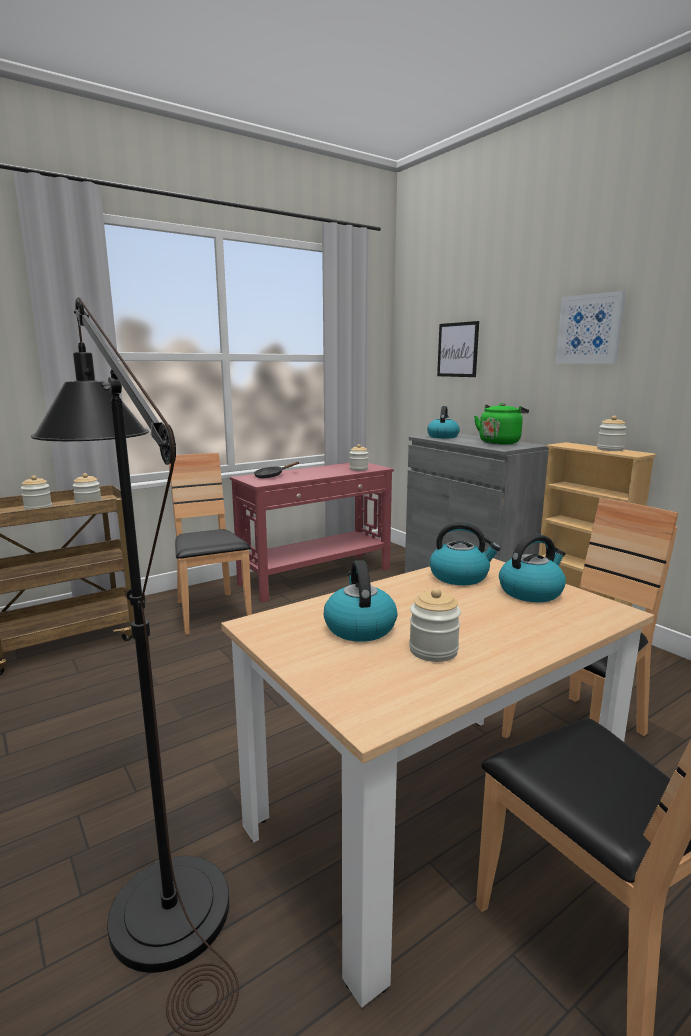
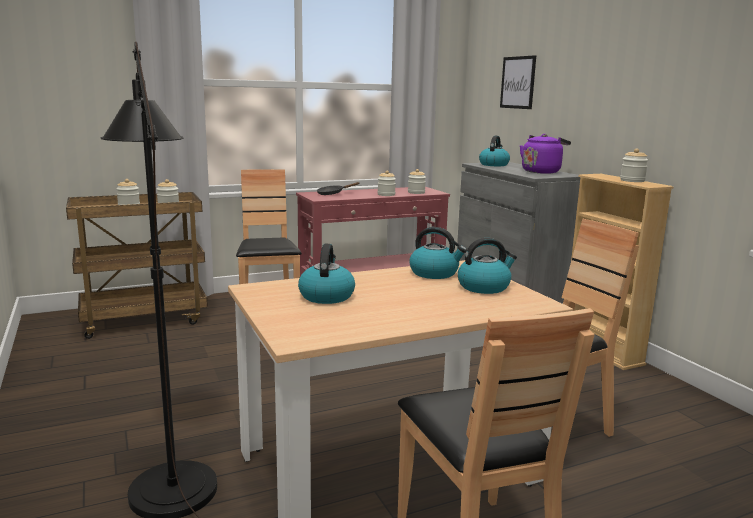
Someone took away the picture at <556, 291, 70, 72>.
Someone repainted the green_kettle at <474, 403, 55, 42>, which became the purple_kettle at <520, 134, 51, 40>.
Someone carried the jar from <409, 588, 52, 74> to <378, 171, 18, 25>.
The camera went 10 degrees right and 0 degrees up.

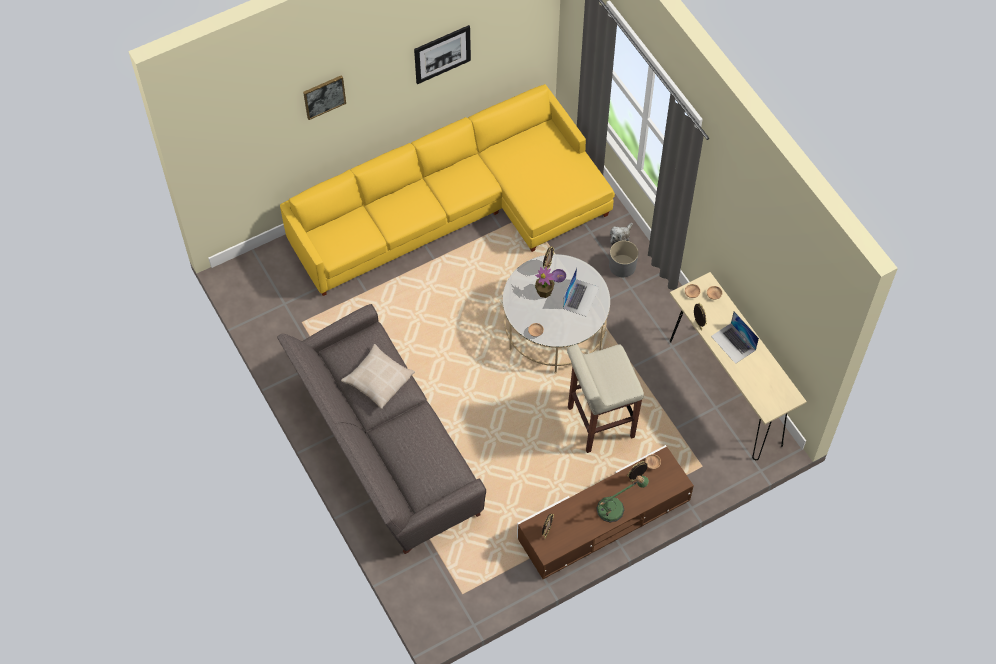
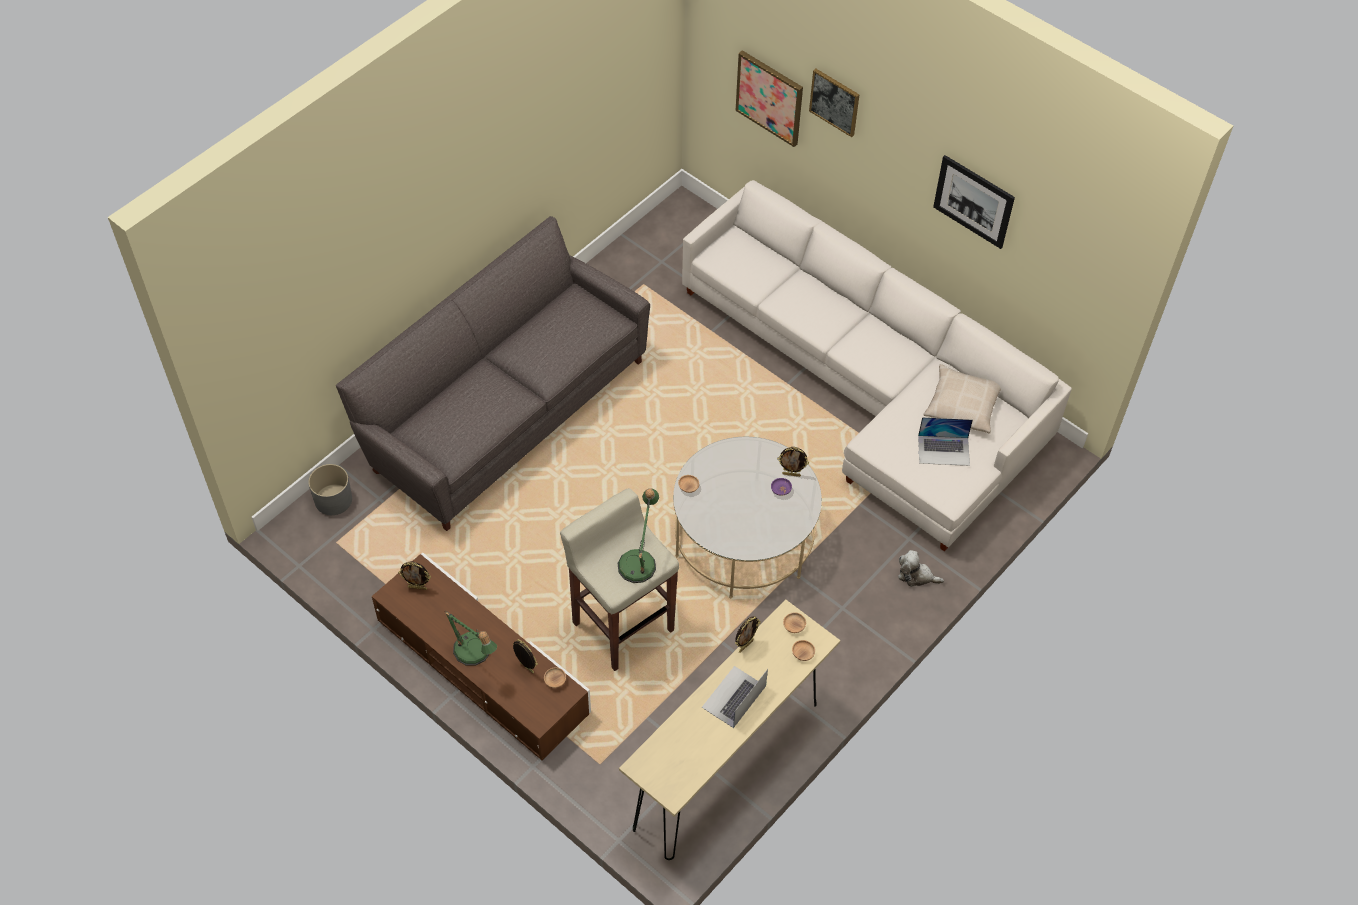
Someone repainted the yellow_sofa at <280, 84, 335, 212>, which became the white_sofa at <682, 180, 390, 372>.
Someone carried the grey_planter from <609, 240, 29, 37> to <308, 464, 44, 51>.
Someone took away the potted_plant at <535, 267, 20, 31>.
Someone carried the laptop from <563, 267, 36, 50> to <918, 417, 55, 49>.
Someone carried the beige_pillow from <341, 344, 74, 65> to <924, 364, 77, 70>.
Someone put up the picture at <735, 50, 68, 97>.
Someone put down the table_lamp at <618, 489, 41, 94>.
The camera went 70 degrees right and 5 degrees down.

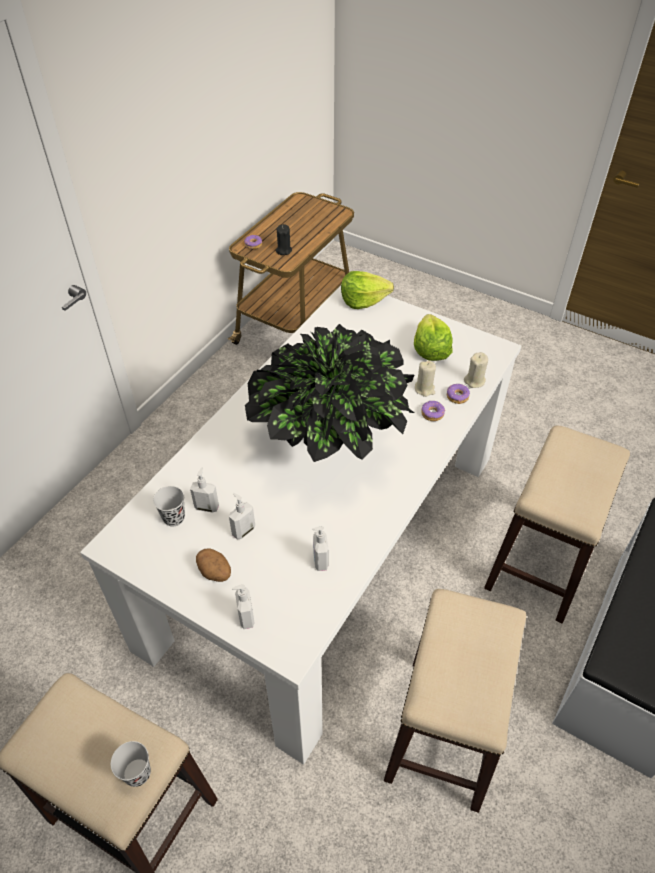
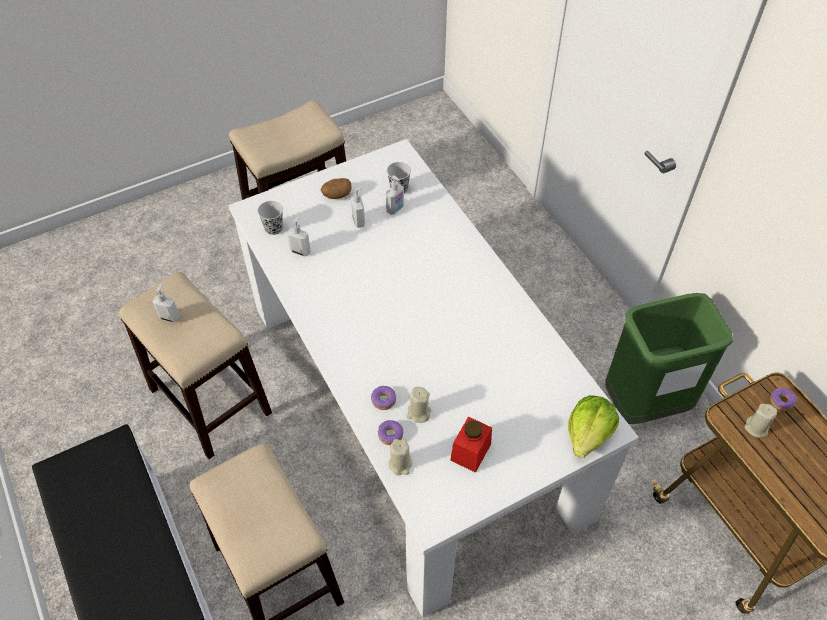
Someone repainted the black_candle at <276, 224, 16, 31>, which became the beige_candle at <744, 404, 33, 34>.
Someone swapped the lettuce at <414, 314, 39, 47> for the red_jar at <450, 416, 42, 57>.
Someone took away the potted_plant at <245, 324, 169, 138>.
Someone carried the soap_dispenser from <232, 584, 23, 45> to <152, 284, 28, 39>.
Someone carried the black_cup from <111, 741, 40, 46> to <258, 201, 25, 34>.
Someone put down the green_trash_can at <605, 293, 128, 131>.
The camera went 120 degrees right and 5 degrees up.

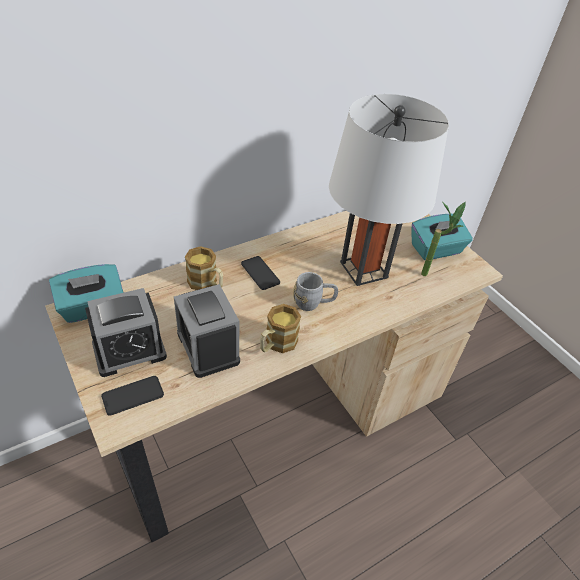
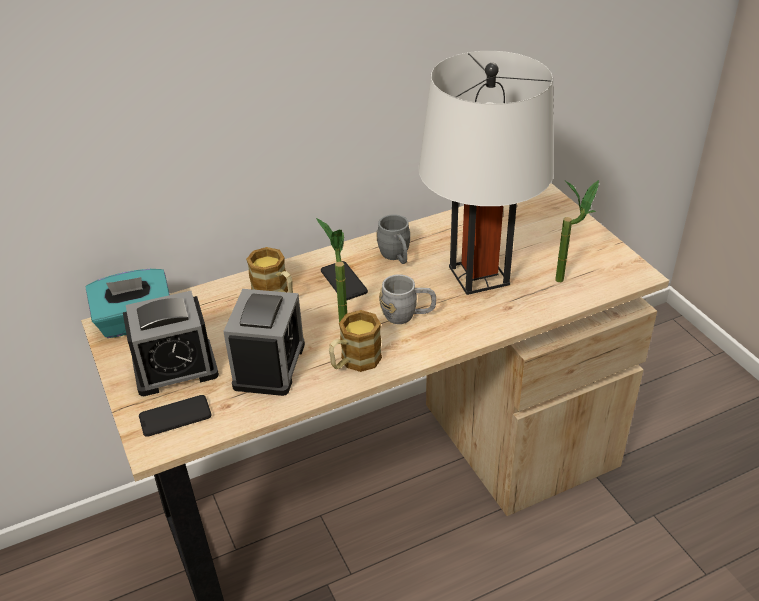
Someone took away the turquoise_tissue_box at <412, 214, 61, 46>.
Someone rotated the alarm_clock at <174, 284, 66, 94> by 150 degrees counterclockwise.
Someone put down the grey_mug at <376, 214, 34, 50>.
Someone put down the potted_plant at <316, 218, 31, 104>.
The camera went 10 degrees right and 5 degrees down.

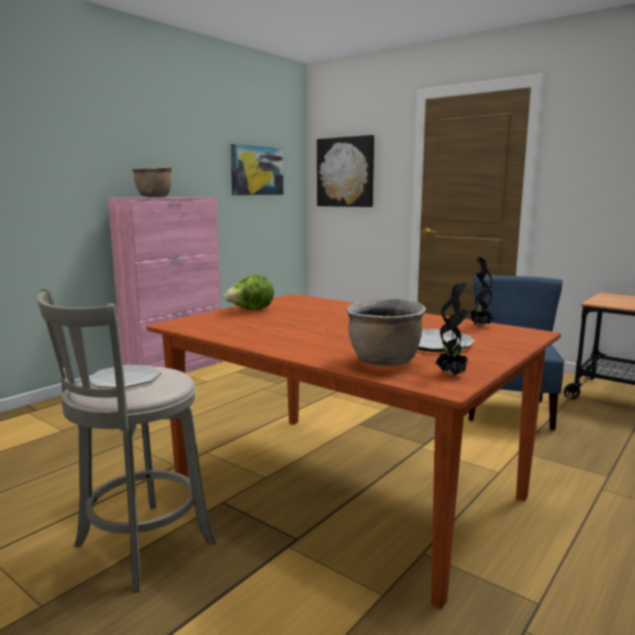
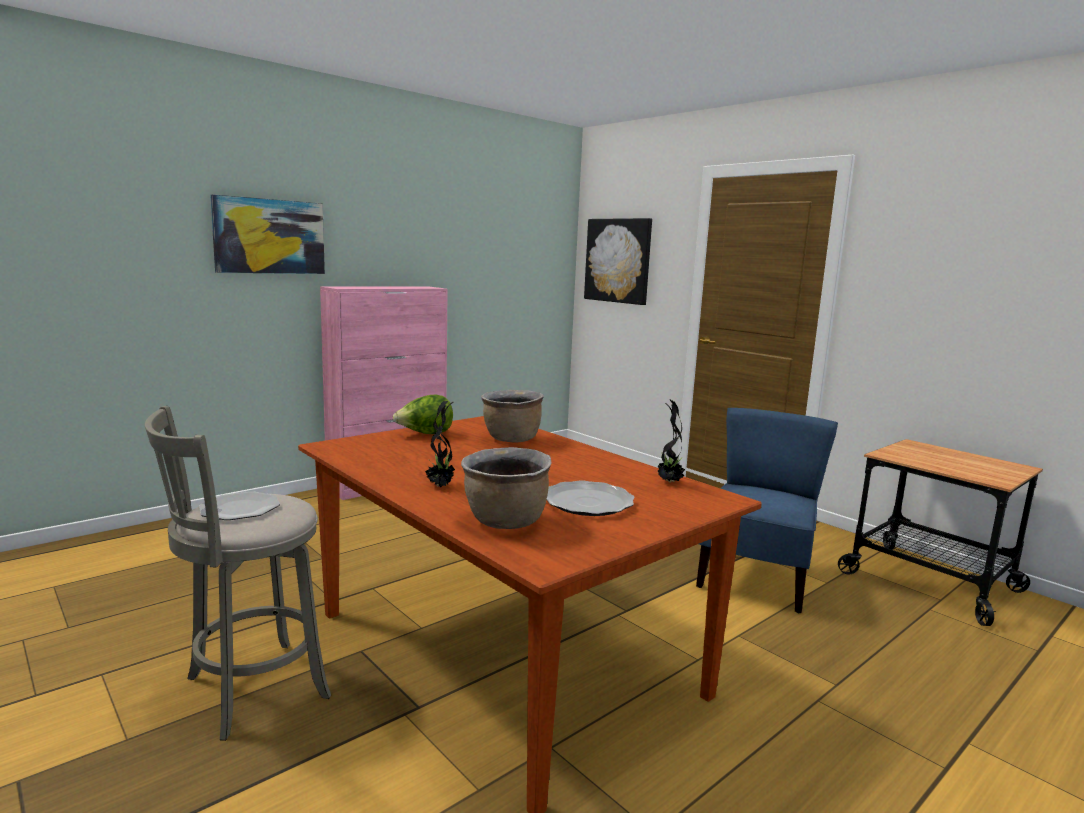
Someone carried the picture from <230, 144, 53, 51> to <210, 194, 115, 80>.
Someone carried the brown_cooking_pot from <132, 167, 40, 30> to <481, 390, 63, 52>.
Someone carried the potted_plant from <435, 282, 36, 94> to <425, 401, 30, 87>.
The camera went 10 degrees right and 0 degrees up.

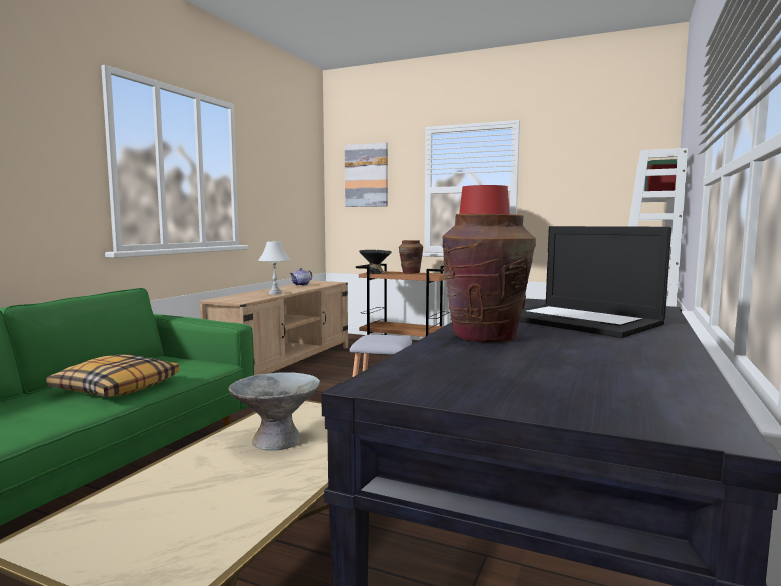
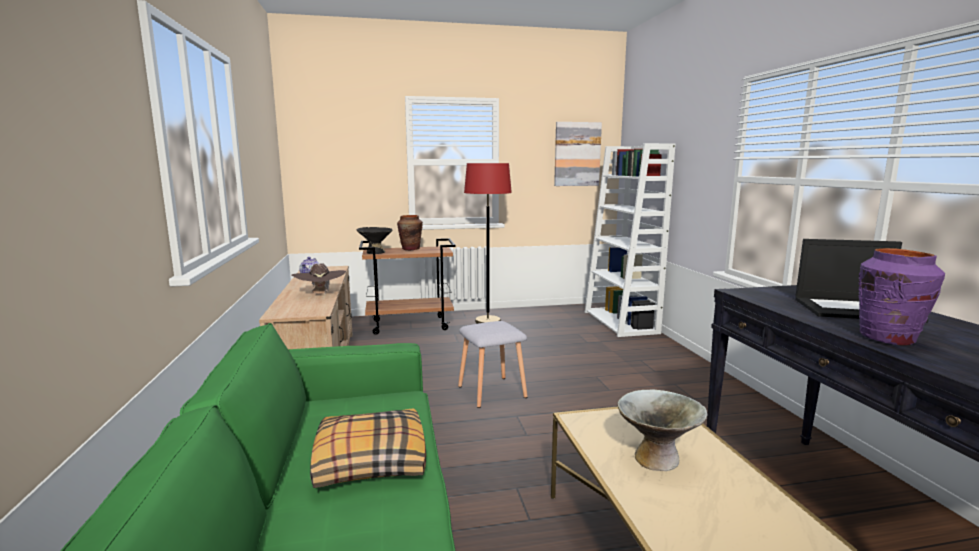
Someone carried the picture from <345, 142, 43, 65> to <554, 122, 48, 64>.
Someone repainted the brown_vase at <442, 214, 94, 129>, which became the purple_vase at <858, 248, 87, 98>.
Someone swapped the white_table_lamp at <258, 241, 32, 54> for the brown_hat at <292, 263, 54, 31>.
The camera went 35 degrees left and 5 degrees up.

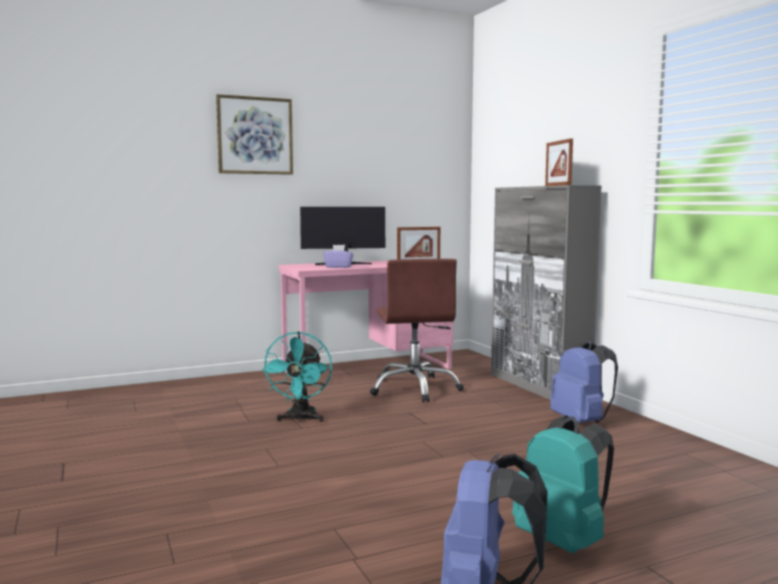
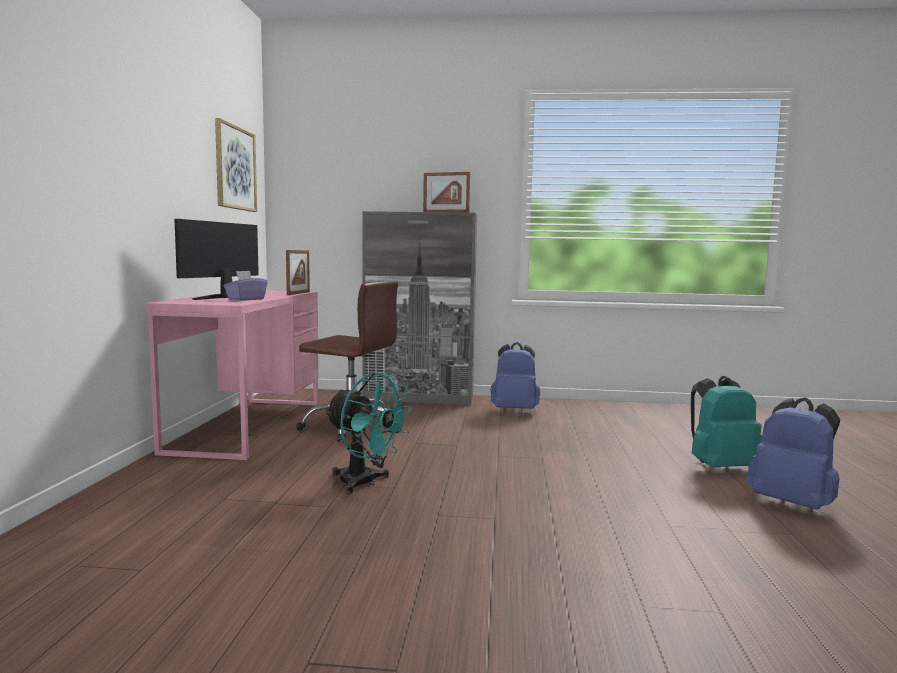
Someone carried the picture from <216, 94, 77, 81> to <215, 118, 42, 94>.
The camera went 60 degrees left and 0 degrees up.

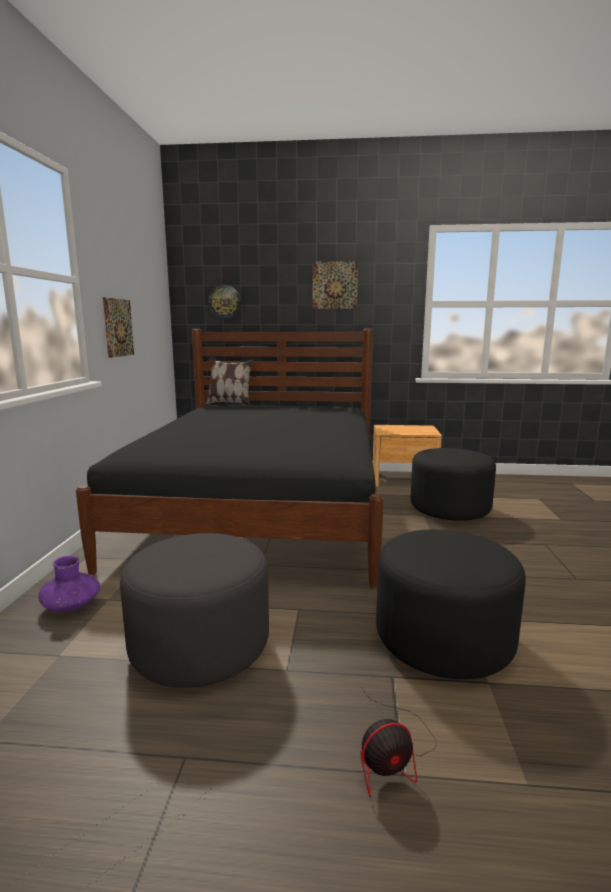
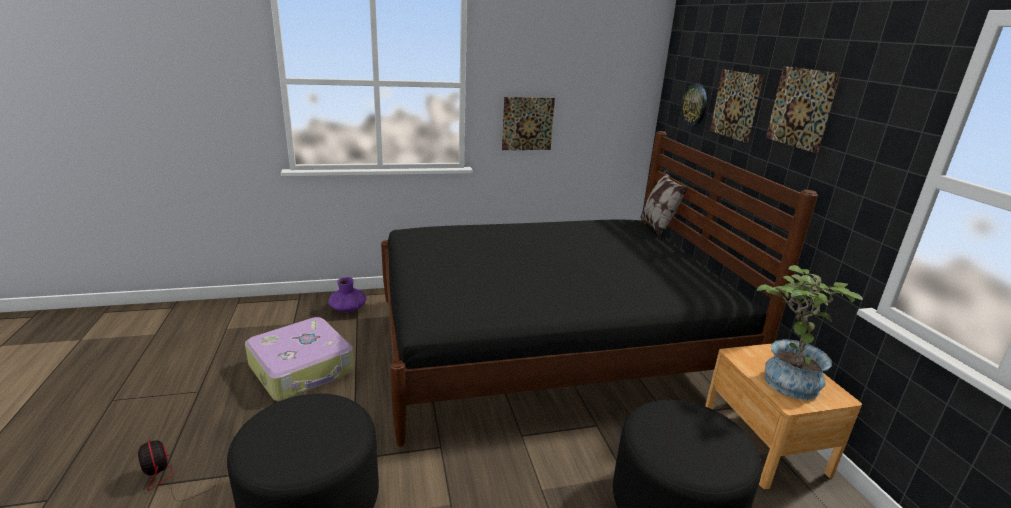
Someone swapped the grey_ottoman at <120, 533, 149, 155> for the suitcase at <245, 317, 110, 84>.
Someone put up the picture at <710, 69, 53, 74>.
Someone put down the potted_plant at <757, 265, 106, 135>.
The camera went 70 degrees right and 10 degrees up.

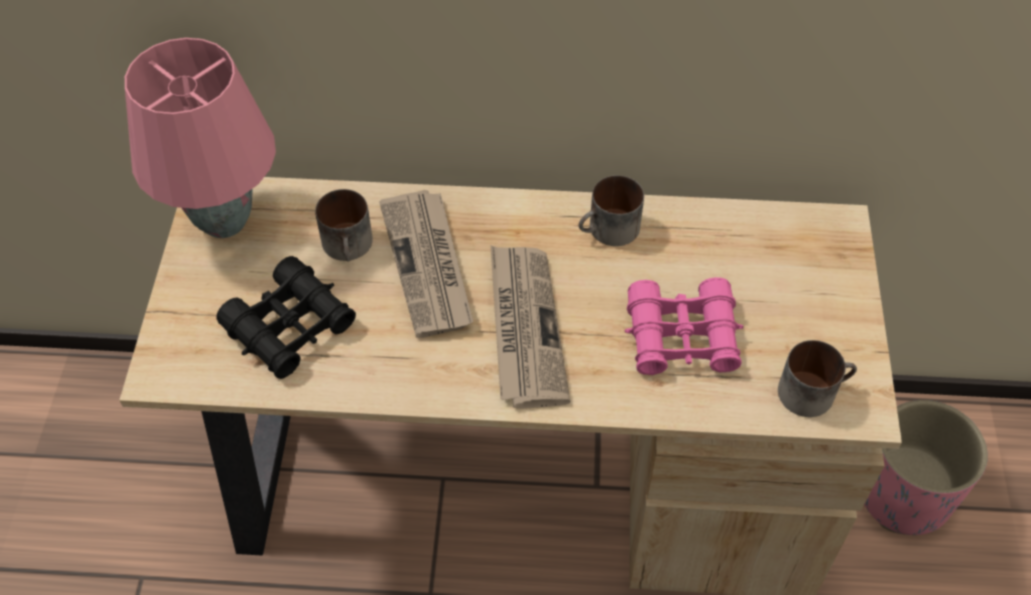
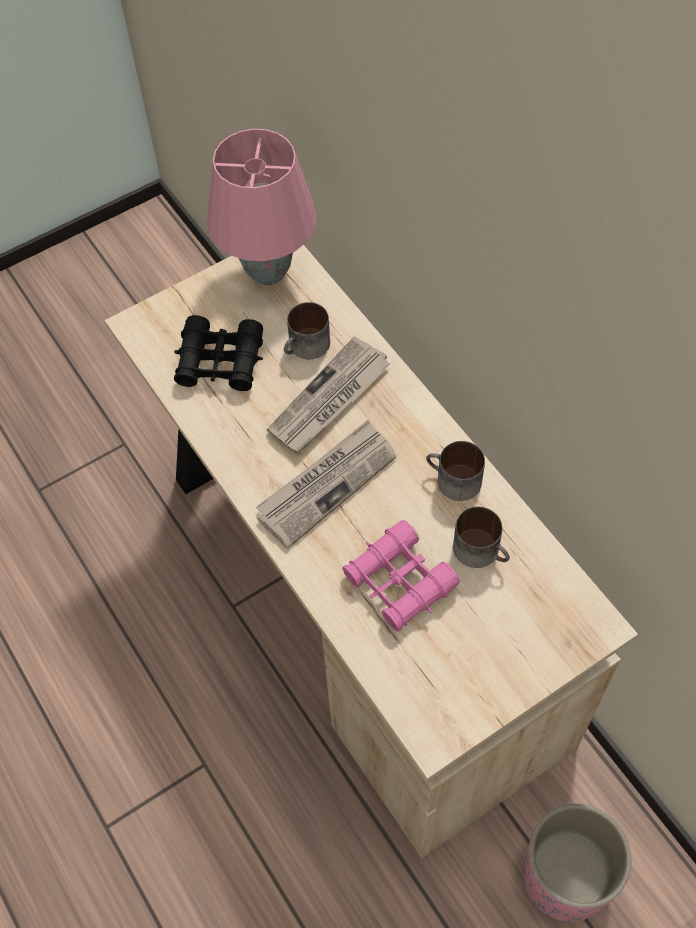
Someone carried the mug from <778, 340, 79, 77> to <453, 507, 57, 61>.
The camera went 55 degrees right and 5 degrees up.

